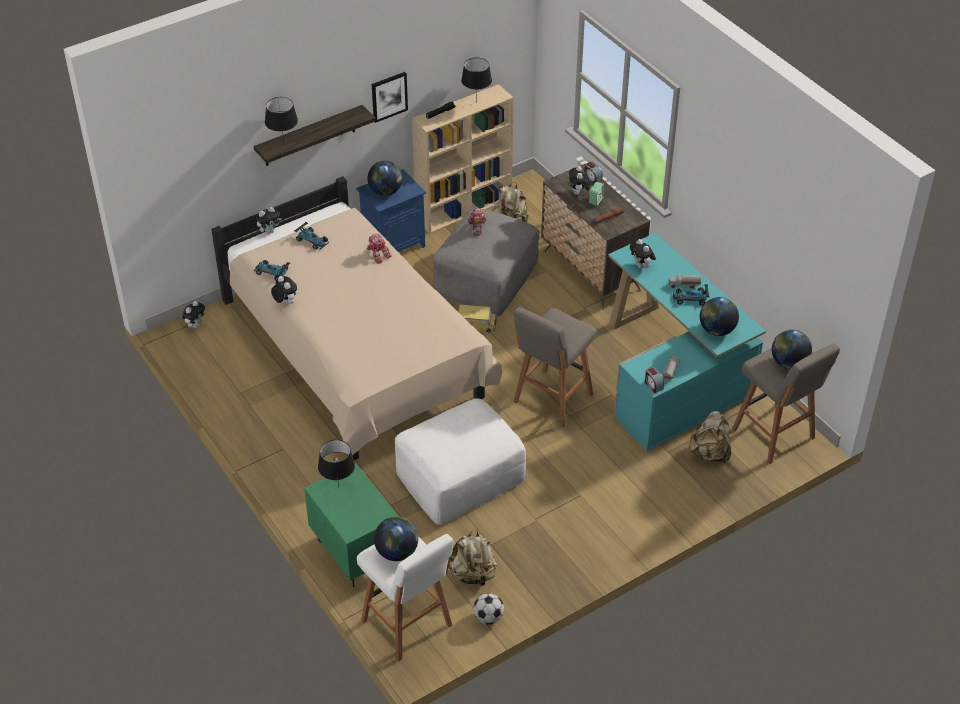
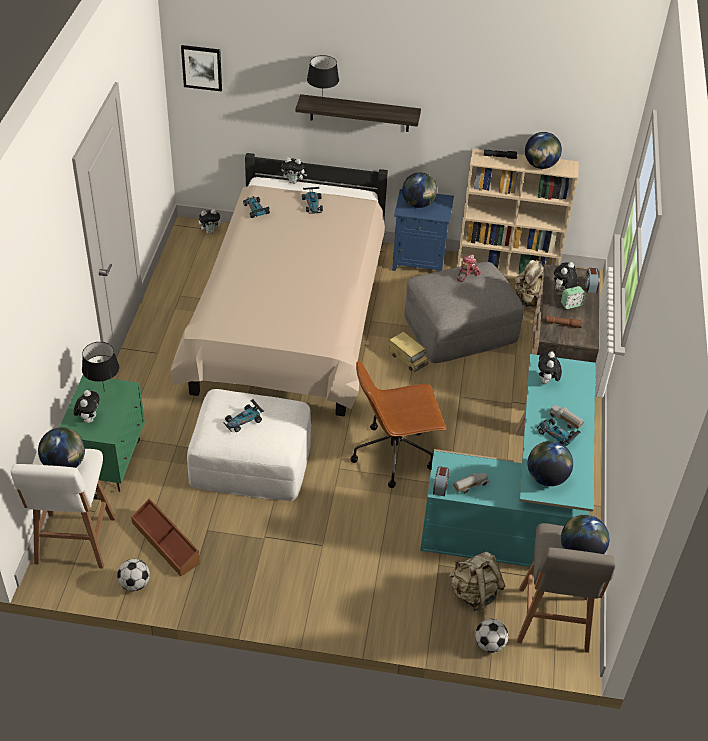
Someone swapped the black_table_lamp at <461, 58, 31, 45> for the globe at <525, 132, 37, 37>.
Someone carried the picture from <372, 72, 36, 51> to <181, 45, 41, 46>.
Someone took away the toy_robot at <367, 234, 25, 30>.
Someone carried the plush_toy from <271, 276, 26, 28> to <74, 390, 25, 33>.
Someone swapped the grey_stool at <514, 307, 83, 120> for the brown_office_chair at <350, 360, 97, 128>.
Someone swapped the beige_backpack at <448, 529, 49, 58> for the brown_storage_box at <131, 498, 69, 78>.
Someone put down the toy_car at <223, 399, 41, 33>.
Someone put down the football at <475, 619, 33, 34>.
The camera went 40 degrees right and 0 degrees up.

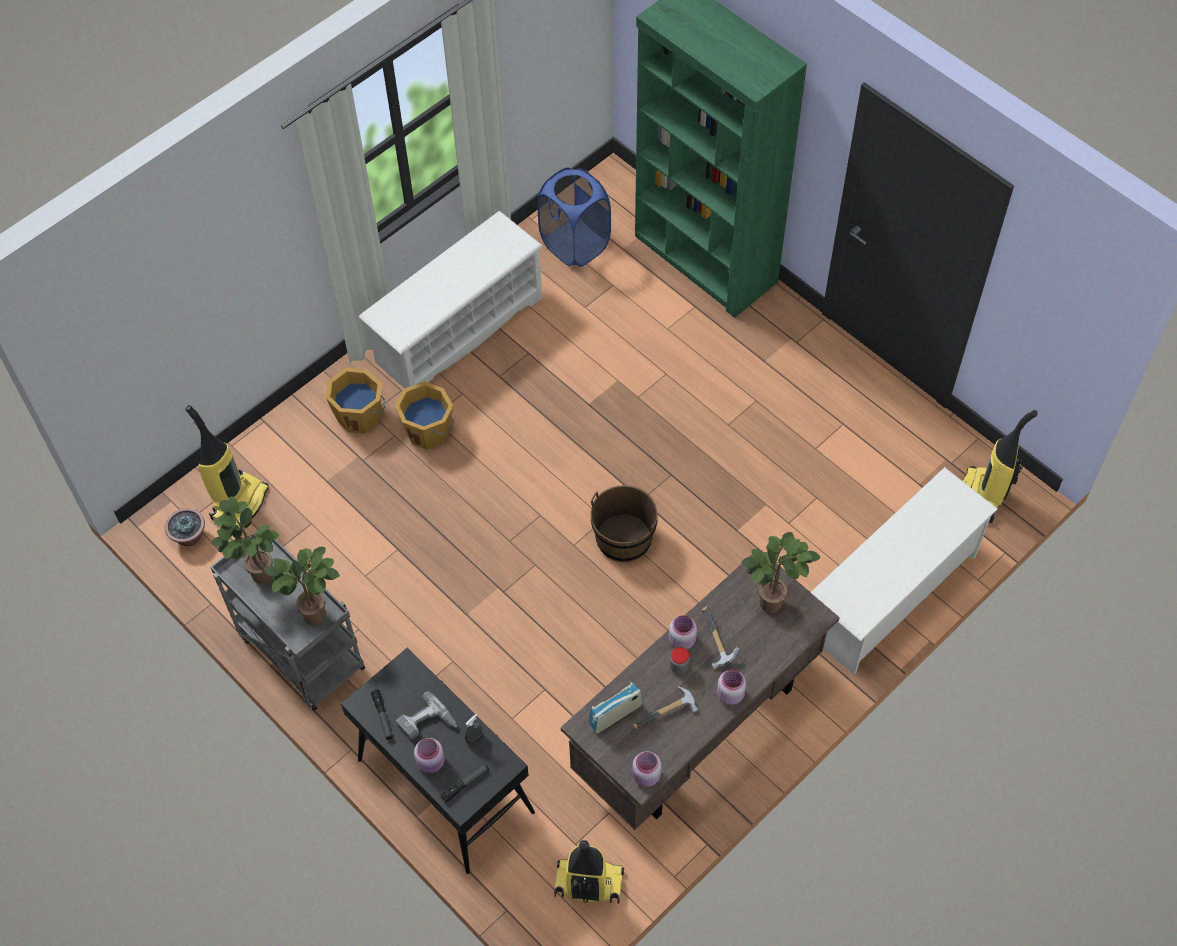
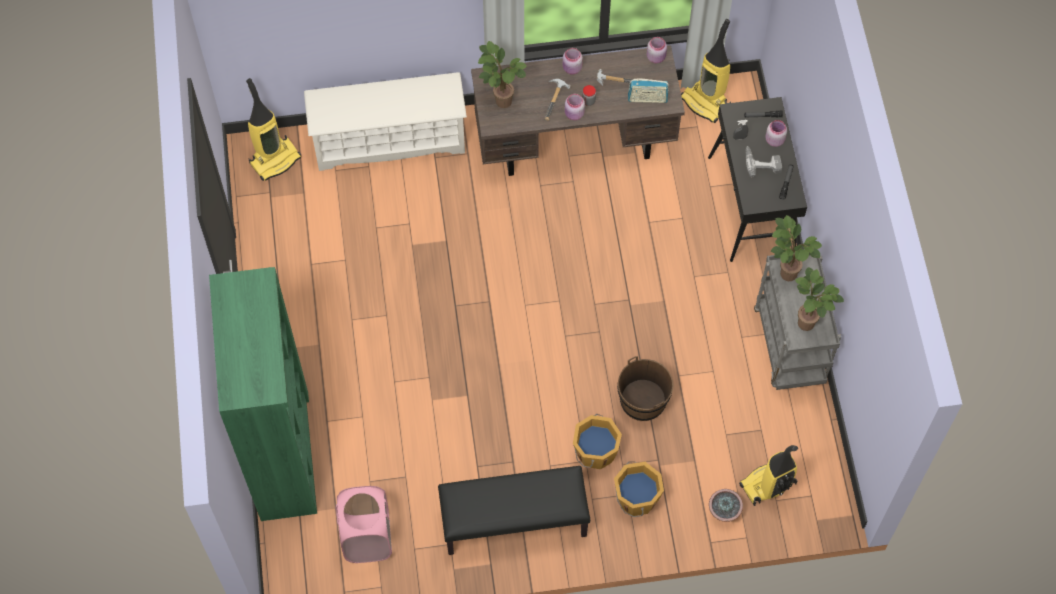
Someone repainted the blue_laundry_basket at <537, 168, 74, 99>, which became the pink_laundry_basket at <335, 486, 57, 77>.
Someone swapped the white_shoe_rack at <359, 211, 183, 178> for the black_bench at <438, 466, 152, 89>.
Someone carried the brown_bucket from <591, 485, 67, 77> to <617, 356, 56, 65>.
Someone carried the potted_plant from <165, 508, 40, 38> to <709, 489, 34, 33>.
The camera went 145 degrees left and 5 degrees up.

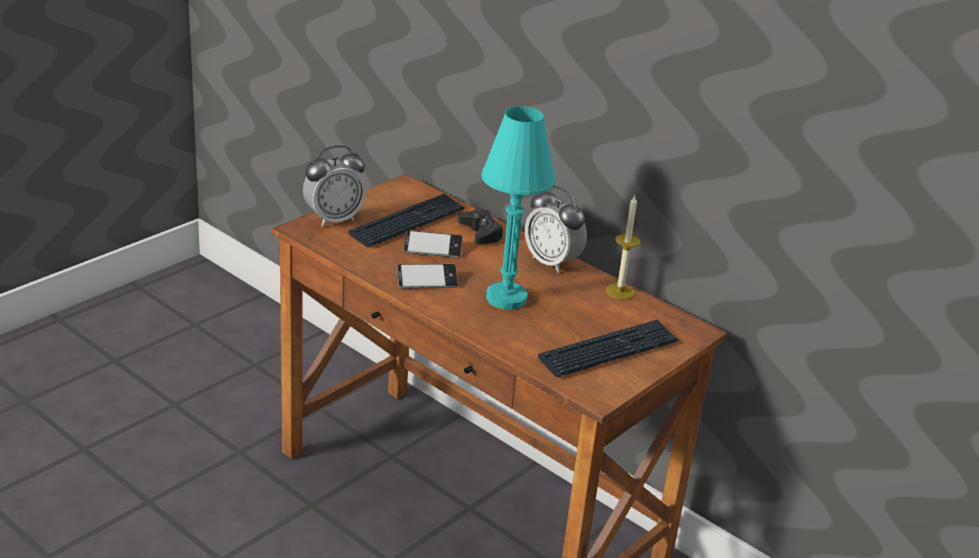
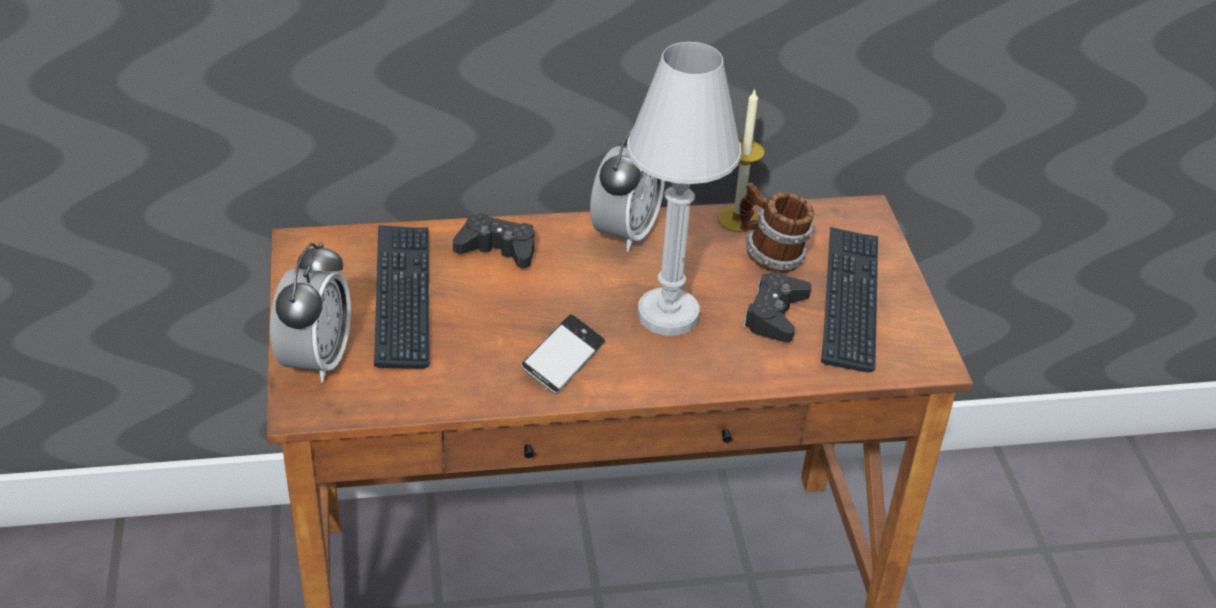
Someone repainted the turquoise_table_lamp at <481, 106, 74, 204>, which became the white_table_lamp at <627, 42, 114, 294>.
Someone rotated the alarm_clock at <525, 186, 62, 87> by 60 degrees counterclockwise.
Someone took away the phone at <404, 231, 59, 27>.
Someone put down the mug at <739, 183, 75, 90>.
Someone put down the black_game_controller at <743, 272, 69, 70>.
The camera went 50 degrees left and 10 degrees up.

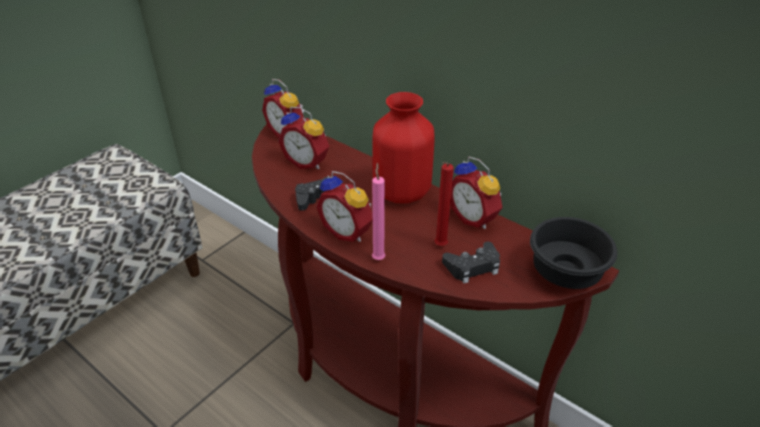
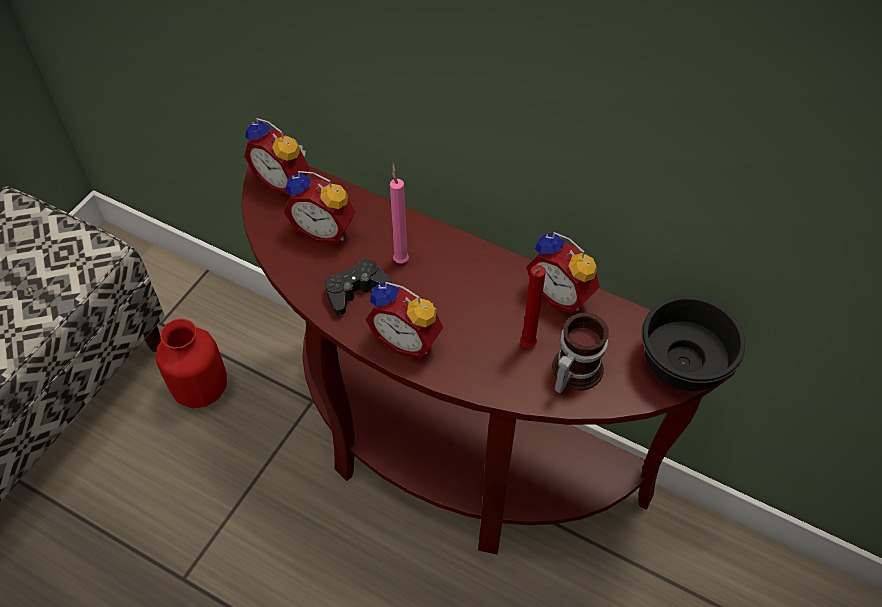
Someone carried the red_vase from <372, 92, 63, 112> to <156, 319, 71, 89>.
Someone carried the pink_candle from <372, 163, 14, 97> to <390, 164, 19, 99>.
Someone swapped the black_game_controller at <442, 242, 58, 41> for the mug at <552, 313, 57, 80>.
The camera went 10 degrees left and 15 degrees up.

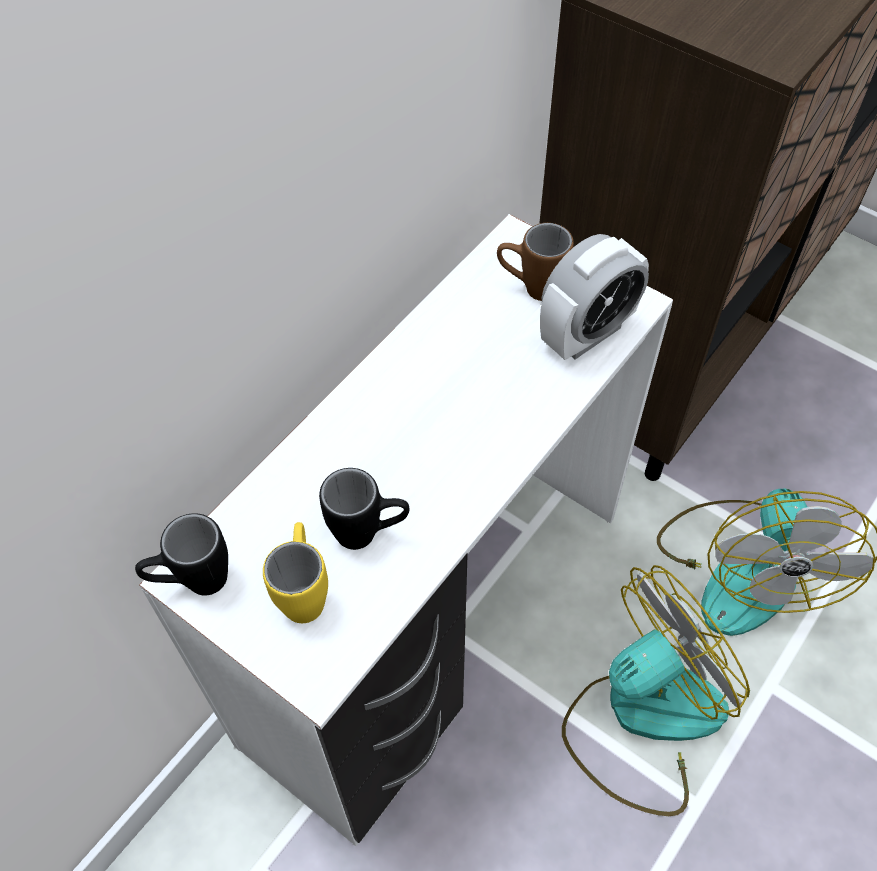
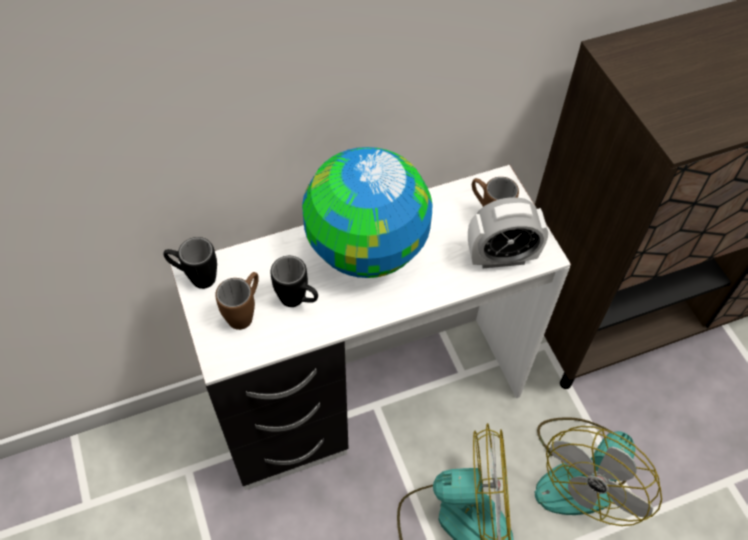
Someone repainted the yellow_mug at <263, 522, 65, 101>, which became the brown_mug at <215, 272, 44, 58>.
Someone put down the globe at <302, 147, 131, 131>.
The camera went 30 degrees right and 0 degrees up.

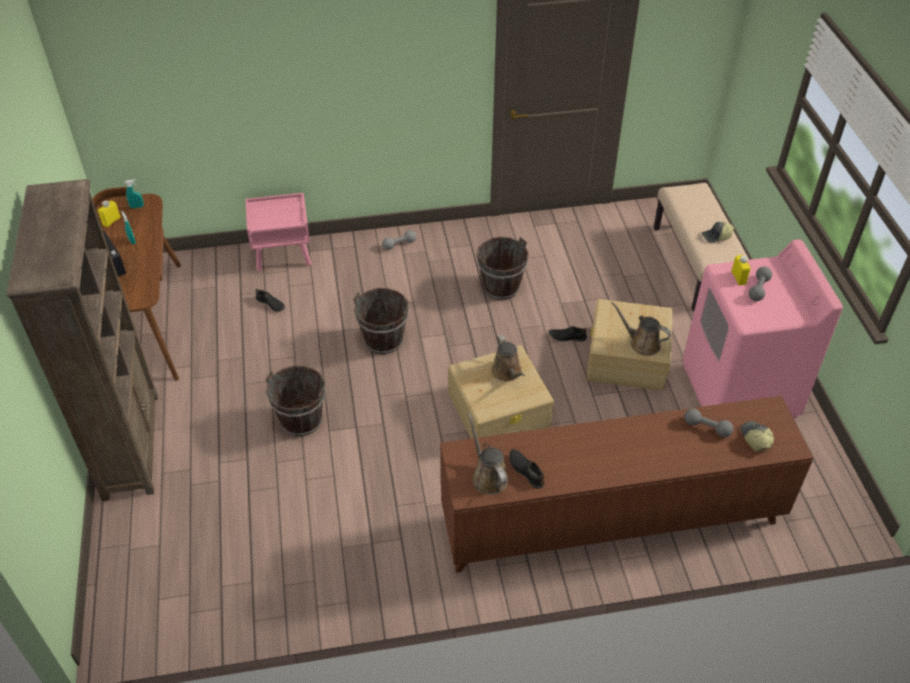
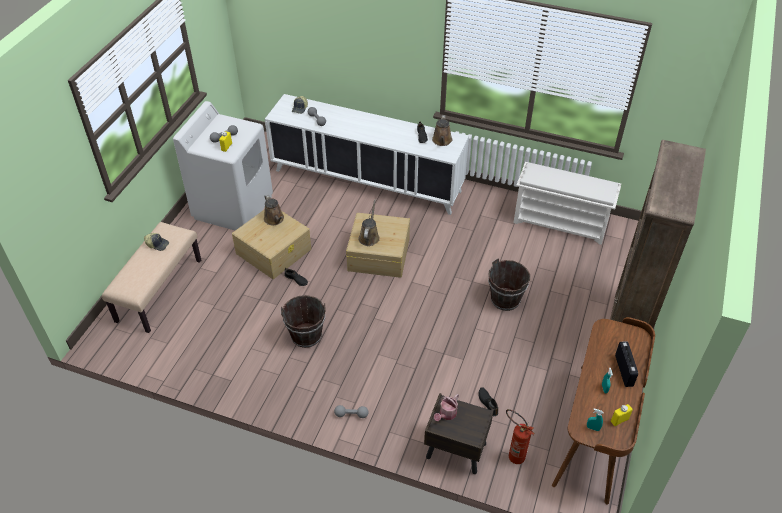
Someone repainted the pink_nightstand at <245, 193, 66, 79>, which became the brown_nightstand at <424, 393, 70, 81>.
Someone repainted the pink_washing_machine at <683, 239, 160, 180>, which became the white_washing_machine at <173, 101, 100, 129>.
Someone took away the brown_bucket at <353, 288, 56, 66>.
Someone repainted the brown_cabinet at <440, 396, 374, 177>, which became the white_cabinet at <265, 94, 204, 121>.
Someone put down the white_shoe_rack at <513, 162, 108, 83>.
Someone put down the watering_can at <434, 394, 25, 27>.
Someone put down the fire_extinguisher at <506, 409, 29, 55>.
The camera went 150 degrees left and 0 degrees up.

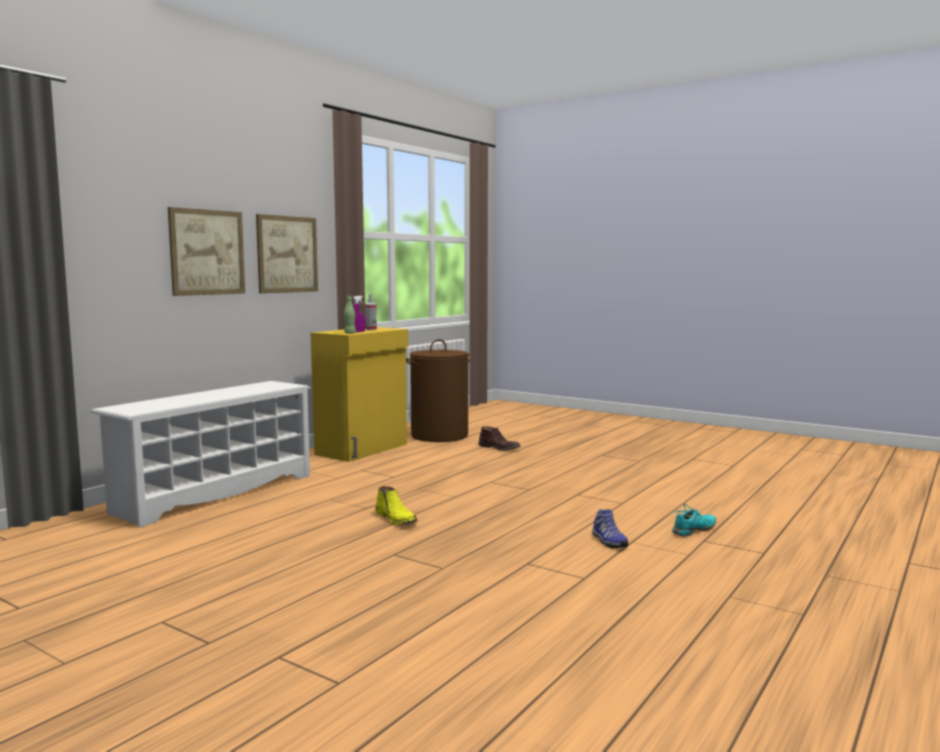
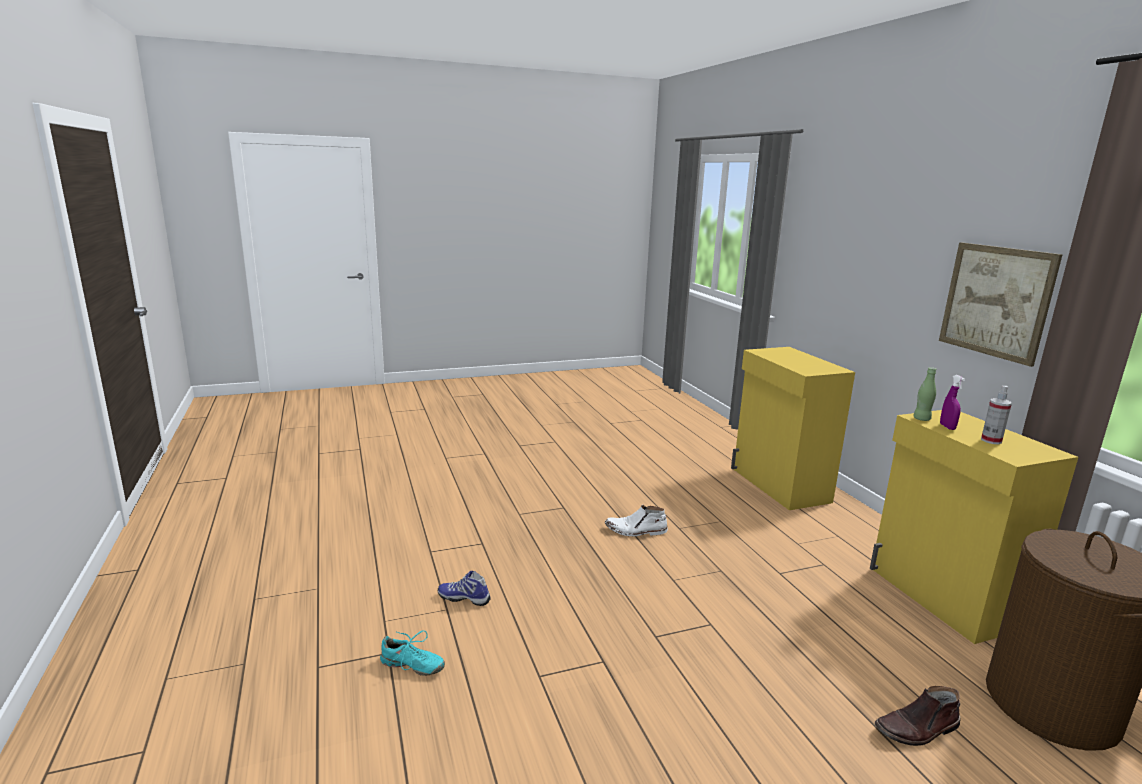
Someone took away the picture at <168, 207, 77, 89>.
Someone swapped the white_shoe_rack at <90, 381, 221, 147> for the yellow_cabinet at <731, 347, 124, 163>.
Someone repainted the yellow_boot at <375, 486, 42, 39>, which became the white_boot at <605, 505, 63, 31>.
Someone rotated the turquoise_shoe at <672, 503, 44, 34> by 75 degrees counterclockwise.
The camera went 125 degrees right and 10 degrees up.

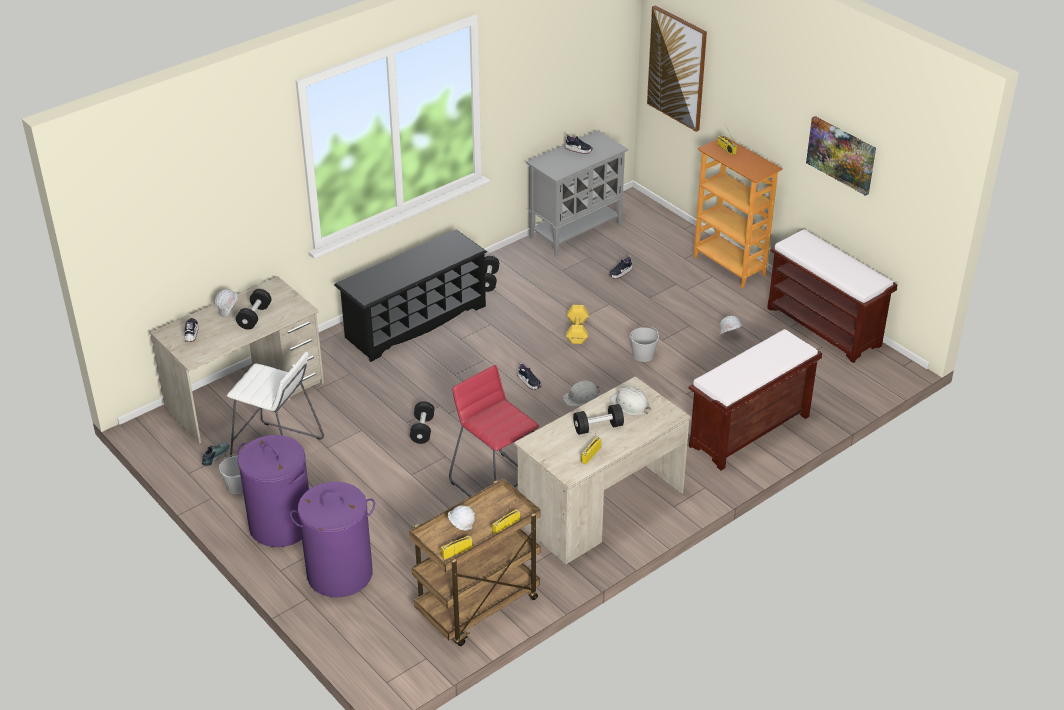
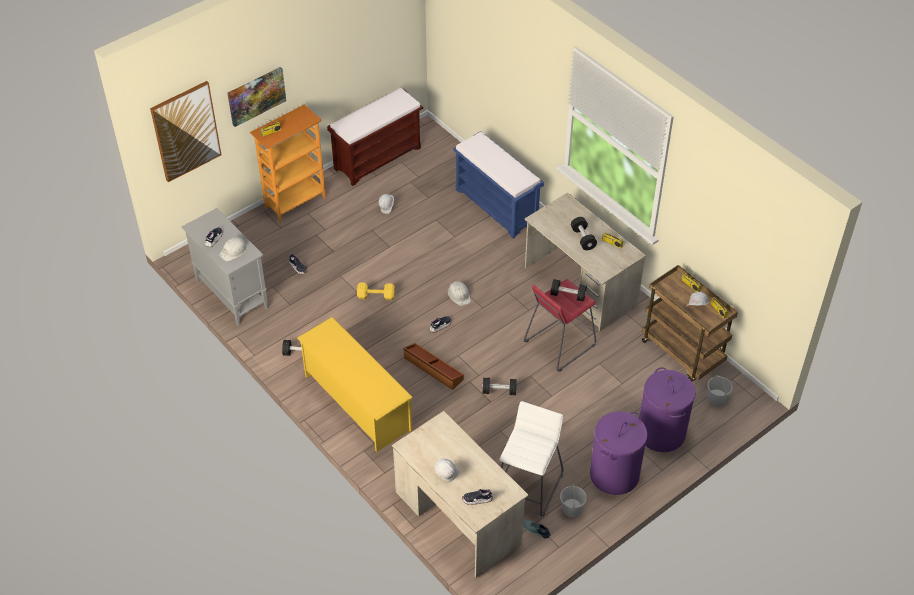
Someone carried the picture from <806, 116, 70, 80> to <228, 67, 58, 60>.
Someone repainted the black_shoe_rack at <334, 229, 153, 133>, which became the yellow_shoe_rack at <297, 317, 116, 135>.
Someone carried the black_dumbbell from <236, 289, 35, 41> to <550, 279, 37, 22>.
Someone carried the white_bucket from <630, 324, 29, 38> to <708, 375, 25, 31>.
Someone repainted the brown_bench at <689, 329, 133, 142>, which became the blue_bench at <453, 131, 91, 108>.
Someone carried the white_hard_hat from <610, 387, 41, 29> to <219, 236, 28, 25>.
Someone put down the brown_storage_box at <403, 343, 61, 47>.
The camera went 90 degrees left and 10 degrees up.

